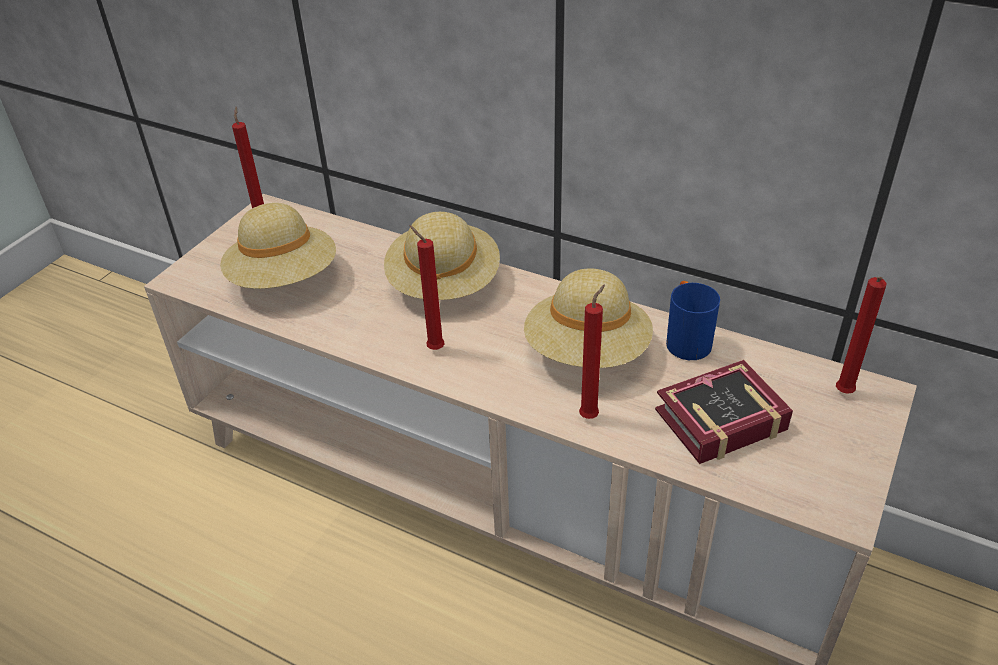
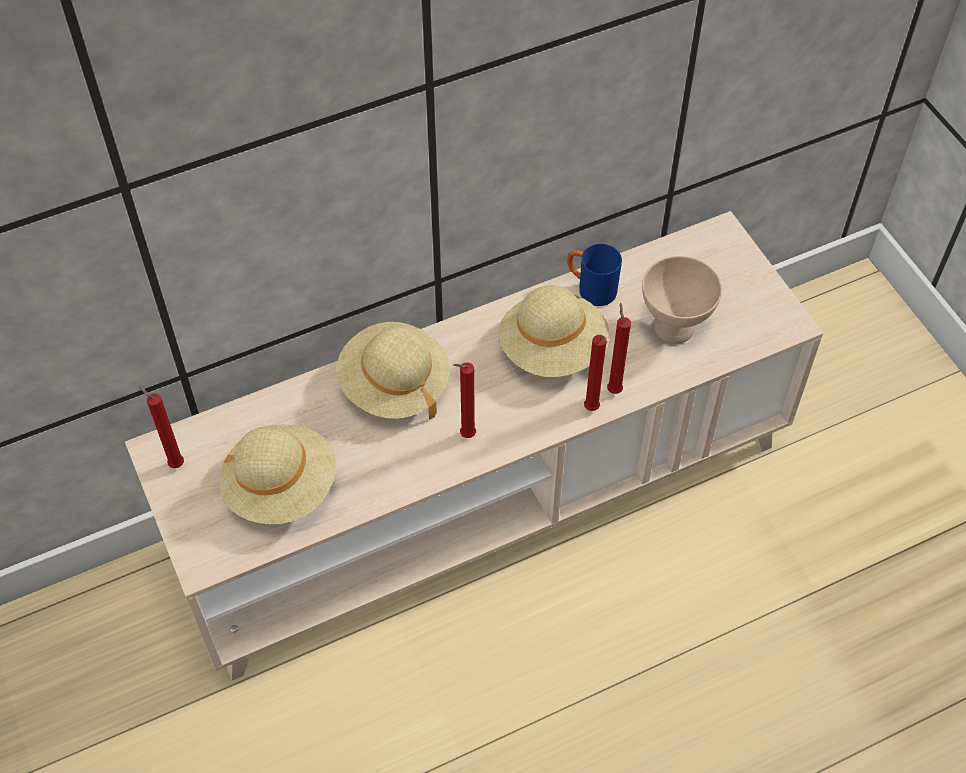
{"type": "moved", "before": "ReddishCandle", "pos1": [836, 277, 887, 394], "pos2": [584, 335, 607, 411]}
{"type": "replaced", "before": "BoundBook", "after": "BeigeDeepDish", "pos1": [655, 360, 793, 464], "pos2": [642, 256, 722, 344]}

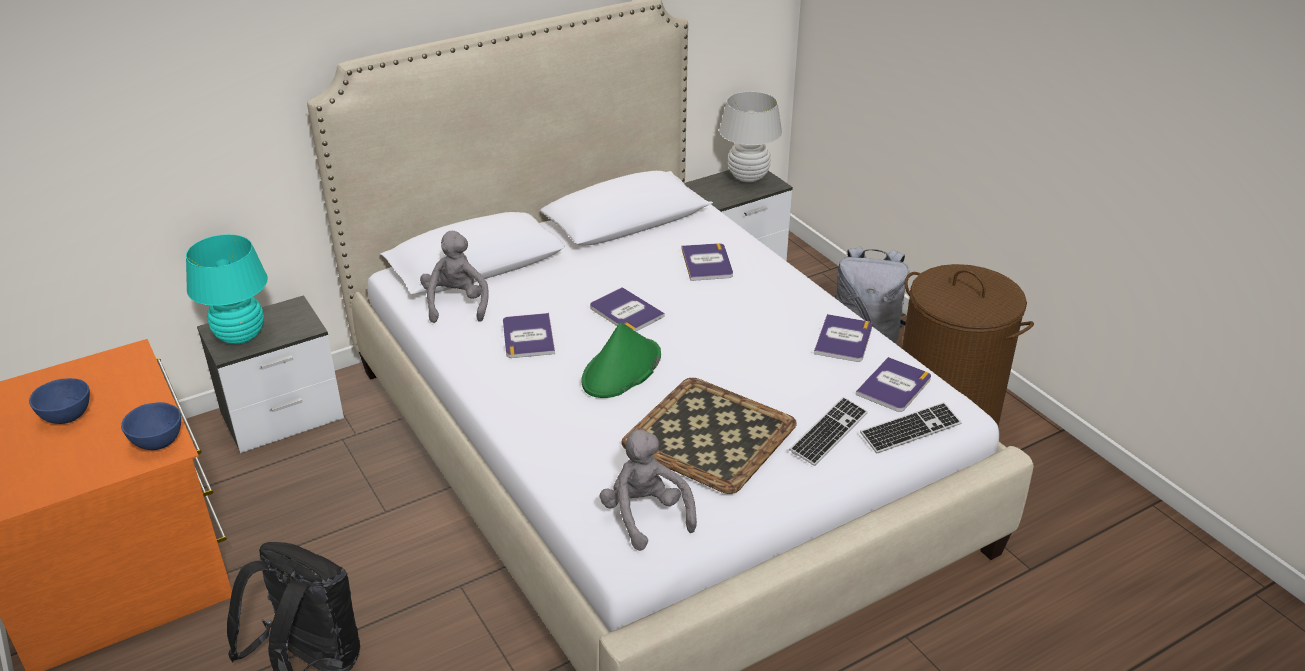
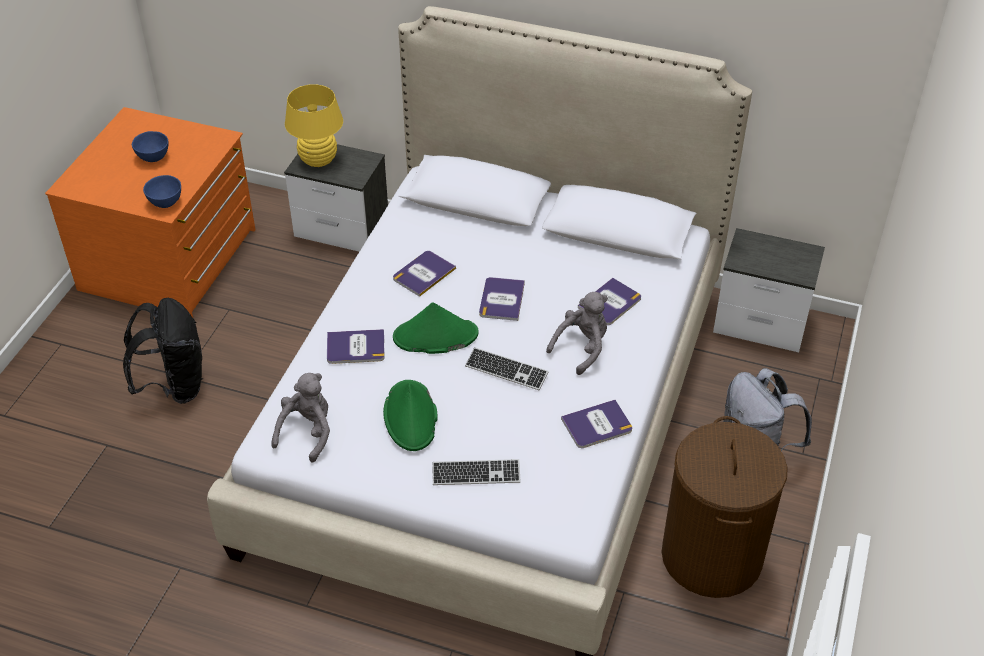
{"type": "recoloured", "before": "TurquoiseLampForATable", "after": "YellowColouredLampForATable", "pos1": [186, 234, 268, 344], "pos2": [285, 84, 343, 167]}
{"type": "moved", "before": "BoundBook", "pos1": [855, 357, 931, 412], "pos2": [327, 329, 385, 364]}
{"type": "replaced", "before": "CarryingTray", "after": "GreenColouredHat", "pos1": [622, 378, 797, 494], "pos2": [383, 380, 438, 451]}
{"type": "moved", "before": "PcKeyboard", "pos1": [860, 402, 962, 453], "pos2": [465, 347, 548, 390]}
{"type": "moved", "before": "GraySoftToy", "pos1": [420, 231, 489, 323], "pos2": [546, 292, 608, 375]}
{"type": "removed", "before": "WhitishLampForATable", "pos1": [719, 92, 782, 183]}

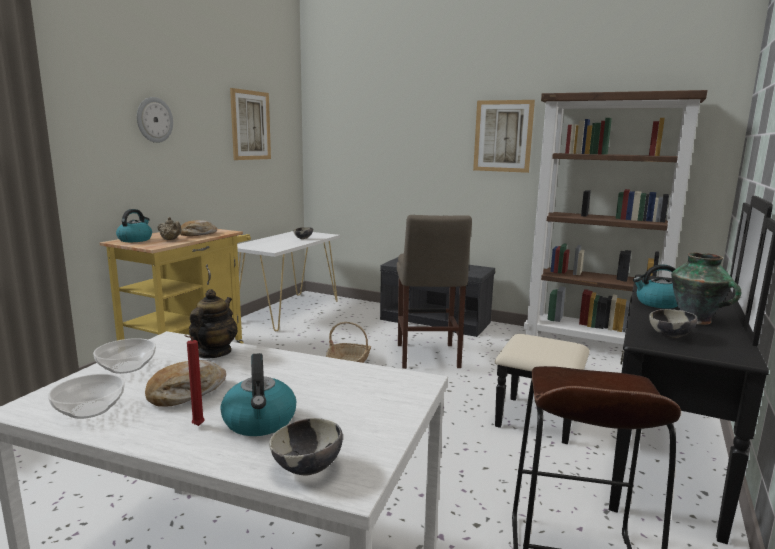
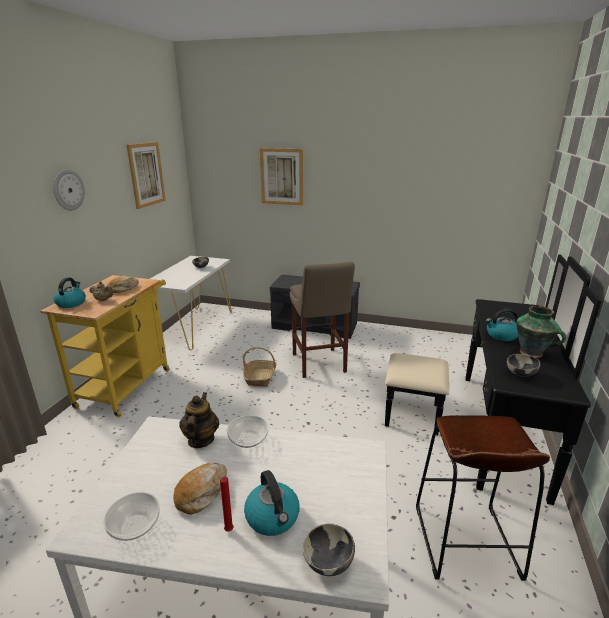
{"type": "moved", "before": "DeepDish", "pos1": [93, 338, 156, 374], "pos2": [227, 415, 269, 448]}
{"type": "moved", "before": "WallArt", "pos1": [473, 100, 535, 173], "pos2": [260, 148, 303, 206]}
{"type": "removed", "before": "BrownShelvingUnit", "pos1": [524, 90, 707, 345]}

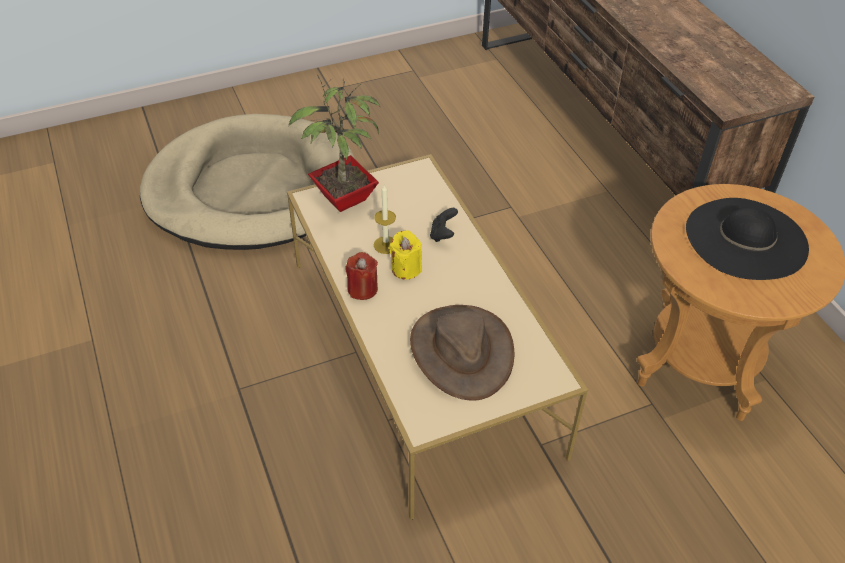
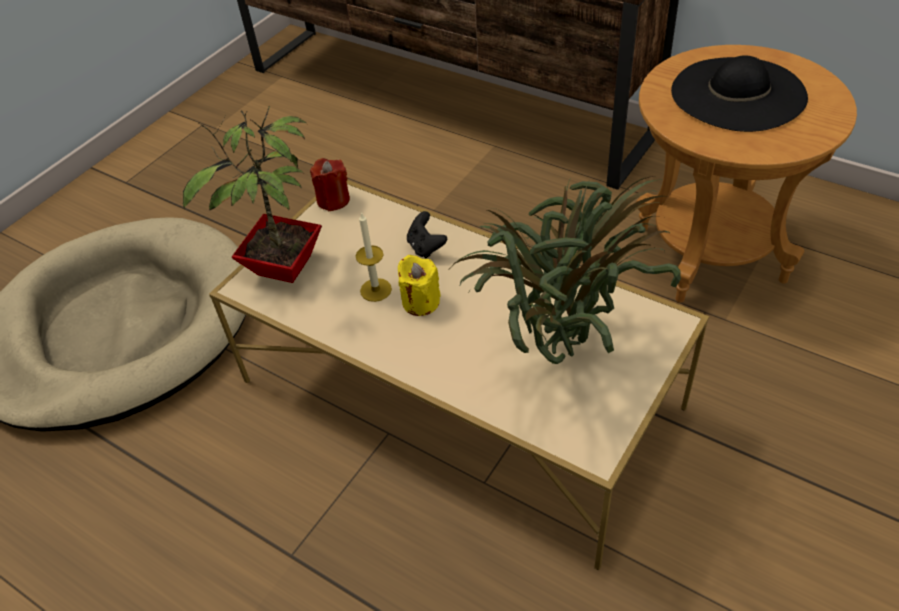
{"type": "moved", "before": "ReddishCandle", "pos1": [345, 252, 378, 300], "pos2": [310, 158, 350, 211]}
{"type": "replaced", "before": "BrownHat", "after": "Houseplant", "pos1": [410, 305, 514, 401], "pos2": [449, 176, 681, 364]}

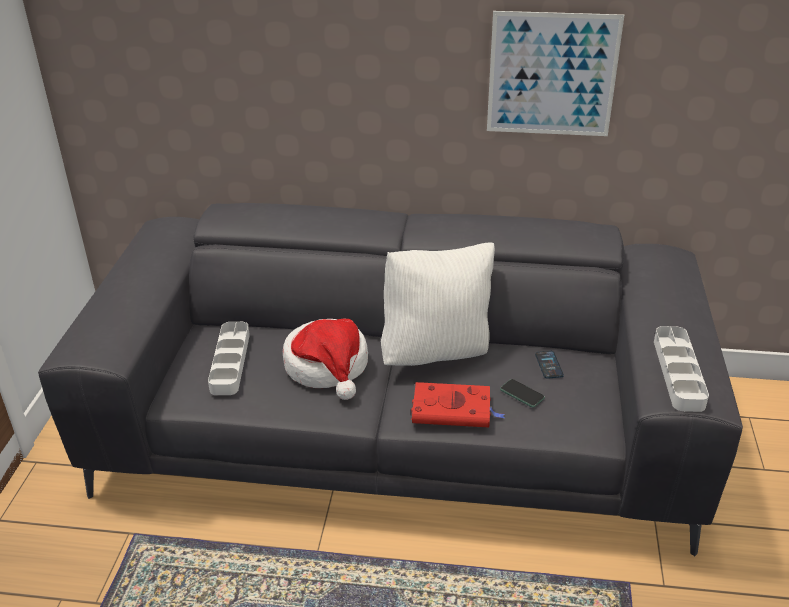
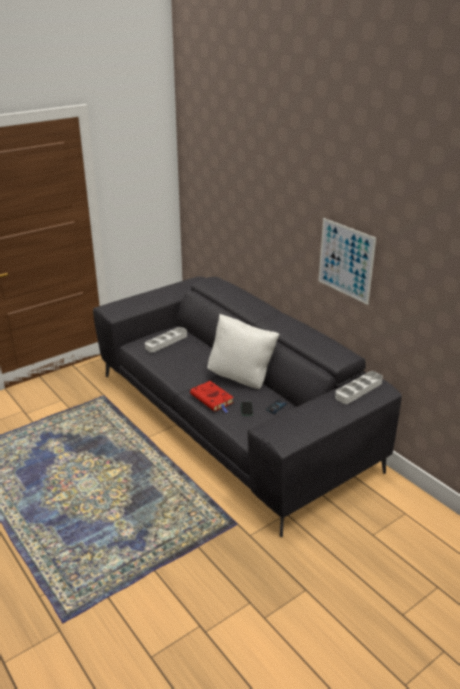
{"type": "moved", "before": "GrayCarryingTray", "pos1": [654, 326, 709, 412], "pos2": [335, 371, 383, 404]}
{"type": "removed", "before": "Hat", "pos1": [283, 319, 368, 400]}

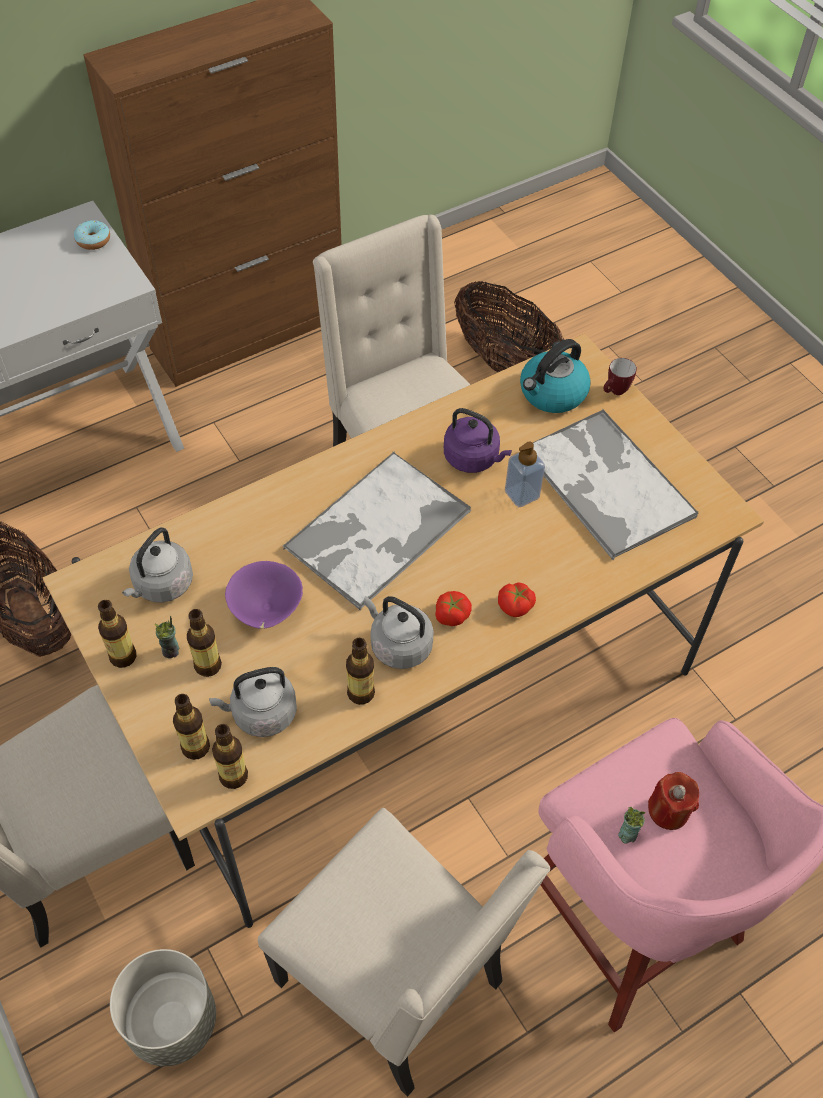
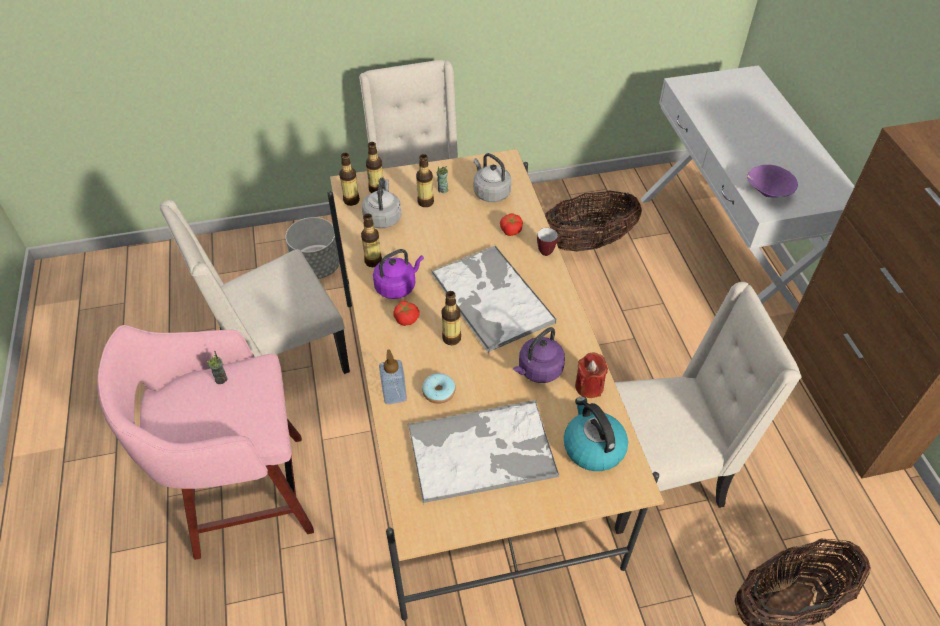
{"type": "recoloured", "before": "GrayKettle", "after": "PurpleColouredKettle", "pos1": [363, 596, 434, 669], "pos2": [373, 249, 424, 299]}
{"type": "moved", "before": "SoapDispenser", "pos1": [505, 442, 545, 507], "pos2": [379, 349, 407, 405]}
{"type": "moved", "before": "Doughnut", "pos1": [74, 220, 110, 250], "pos2": [422, 373, 456, 404]}
{"type": "moved", "before": "BeverageBottle", "pos1": [98, 600, 136, 668], "pos2": [441, 291, 461, 345]}
{"type": "moved", "before": "Tomato", "pos1": [498, 582, 536, 617], "pos2": [500, 214, 523, 236]}
{"type": "moved", "before": "CoffeeMug", "pos1": [603, 358, 637, 395], "pos2": [537, 228, 558, 256]}
{"type": "moved", "before": "ReddishCandle", "pos1": [648, 772, 699, 830], "pos2": [575, 353, 608, 398]}
{"type": "moved", "before": "PurpleColouredDeepDish", "pos1": [225, 561, 303, 629], "pos2": [747, 165, 798, 198]}

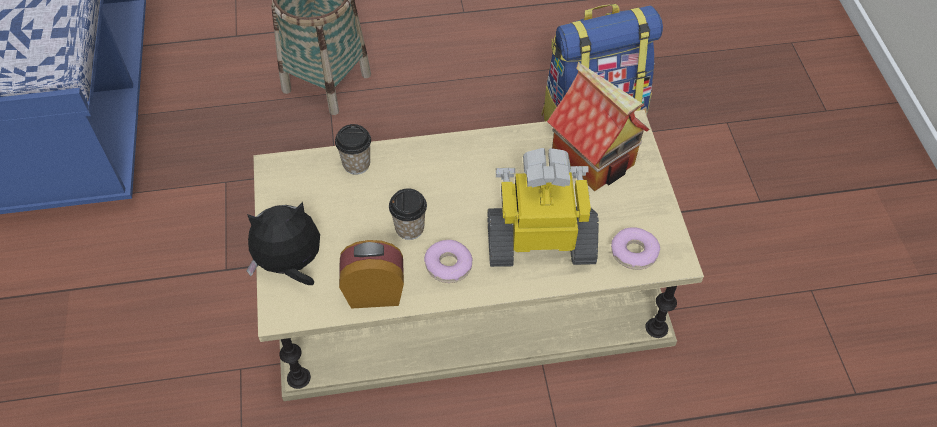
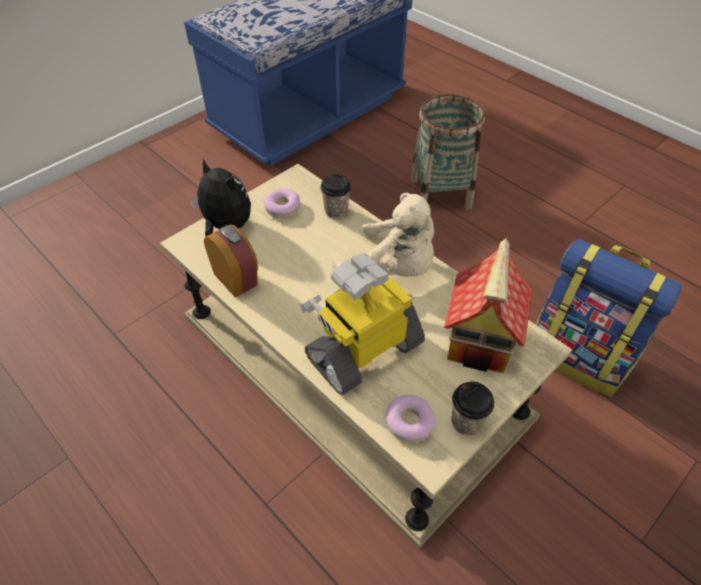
{"type": "moved", "before": "Doughnut", "pos1": [424, 240, 472, 283], "pos2": [264, 189, 300, 218]}
{"type": "turned", "before": "RobotFigure", "pos1": [487, 148, 599, 267], "pos2": [300, 253, 425, 395], "turn": -90}
{"type": "added", "after": "BeigeSoftToy", "pos2": [333, 193, 434, 277]}
{"type": "moved", "before": "Cup", "pos1": [389, 188, 427, 240], "pos2": [451, 382, 494, 436]}

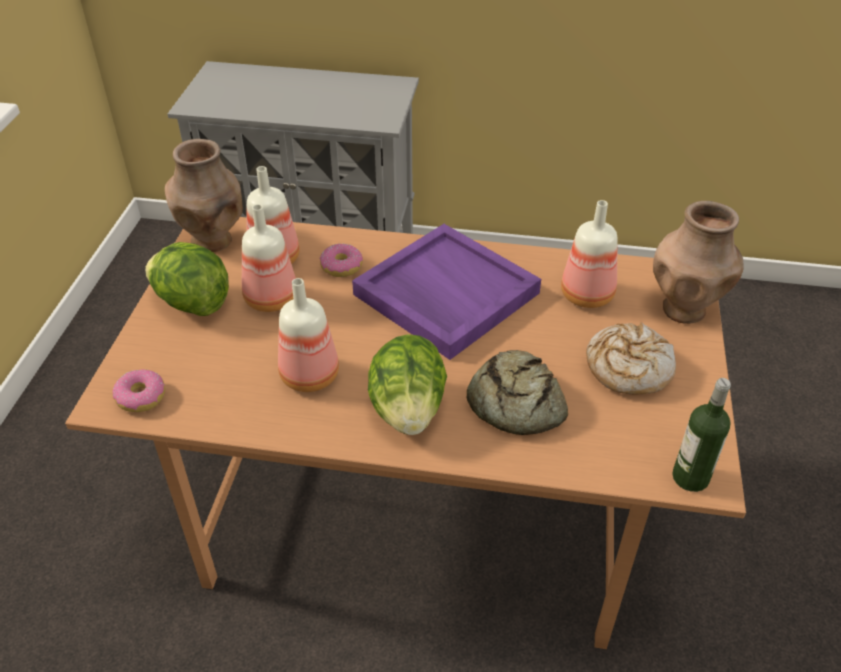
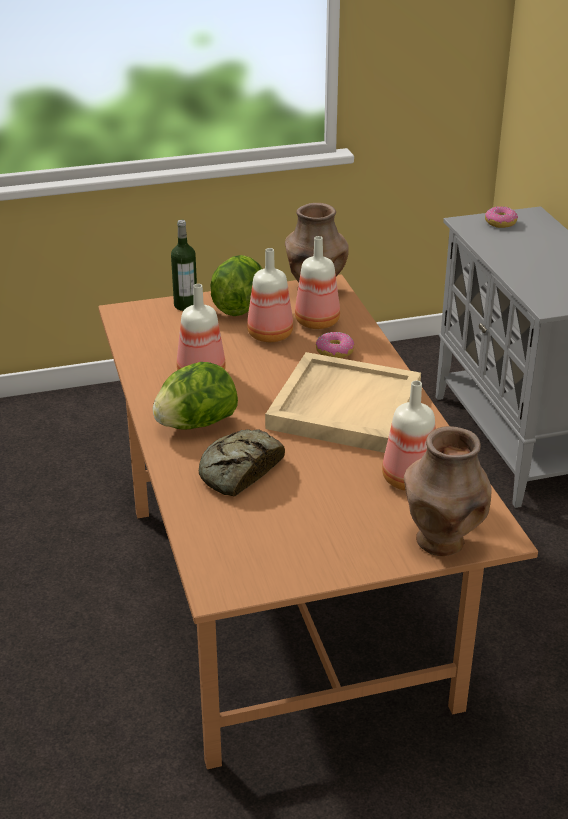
{"type": "moved", "before": "BeverageBottle", "pos1": [672, 378, 731, 492], "pos2": [171, 220, 197, 311]}
{"type": "recoloured", "before": "PurpleColouredCarryingTray", "after": "BeigeCarryingTray", "pos1": [352, 224, 541, 360], "pos2": [265, 352, 421, 453]}
{"type": "moved", "before": "Doughnut", "pos1": [113, 369, 165, 412], "pos2": [485, 206, 518, 228]}
{"type": "removed", "before": "BakedBread", "pos1": [586, 322, 676, 395]}

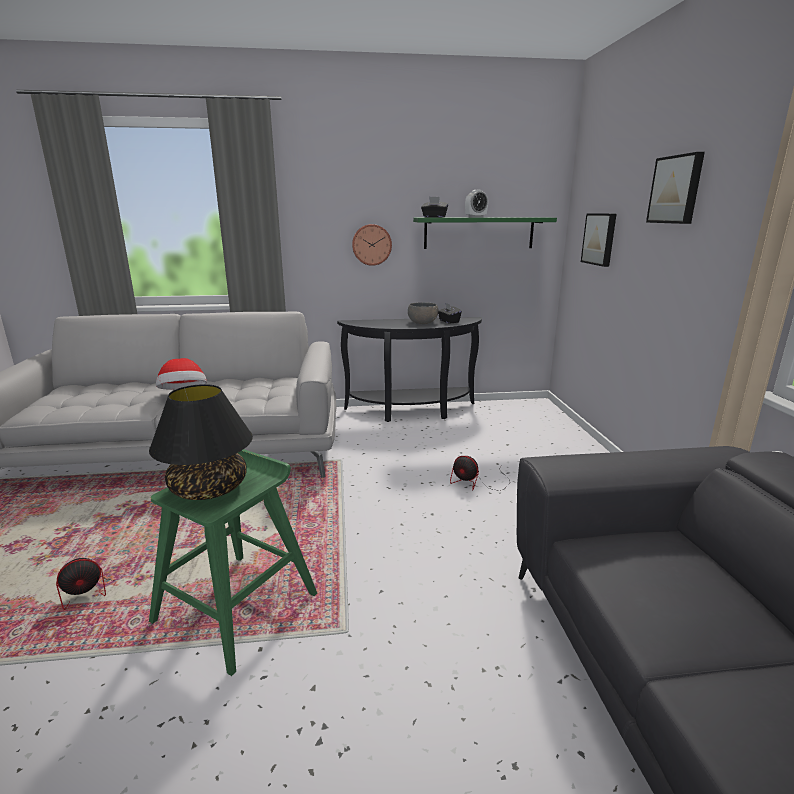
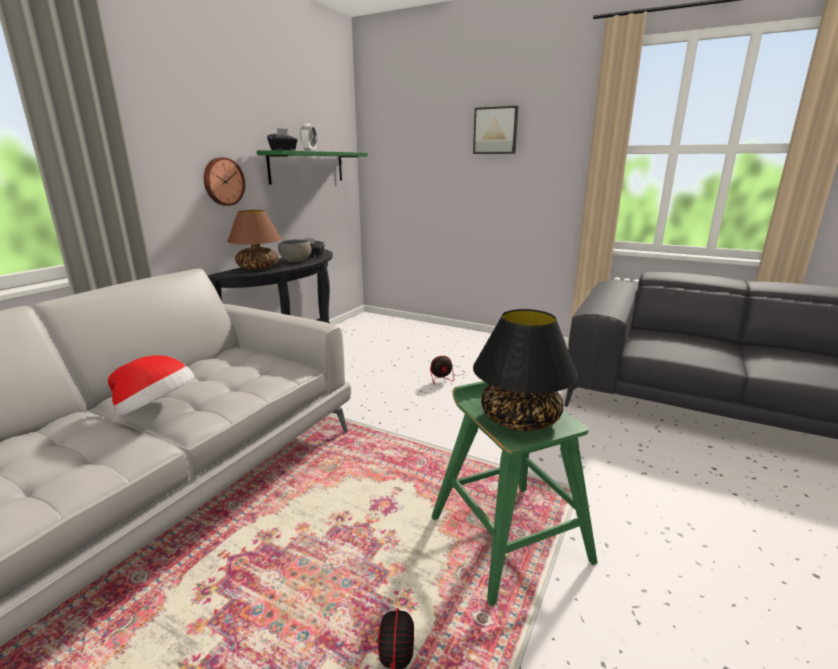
{"type": "added", "after": "BrownLampForATable", "pos2": [227, 210, 282, 270]}
{"type": "removed", "before": "WallArt", "pos1": [581, 213, 616, 267]}

